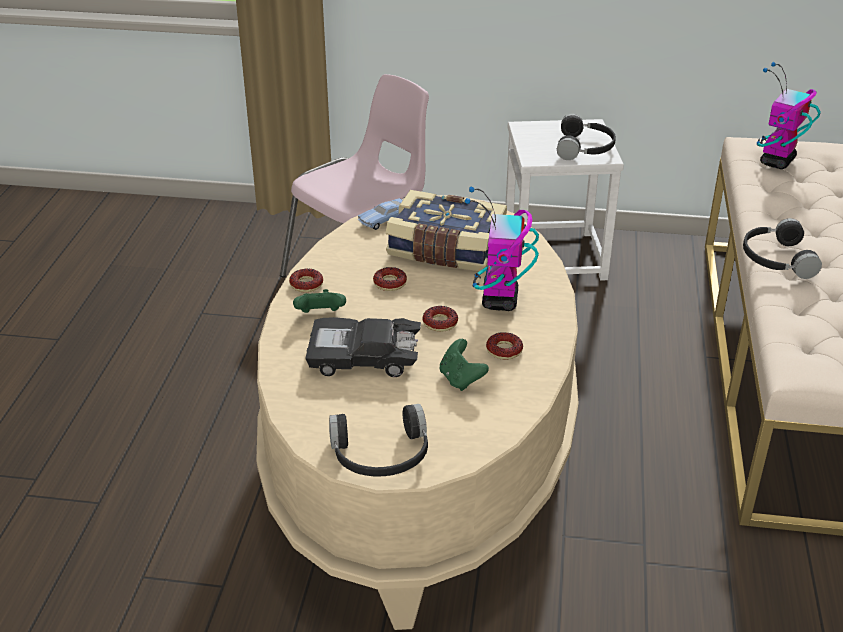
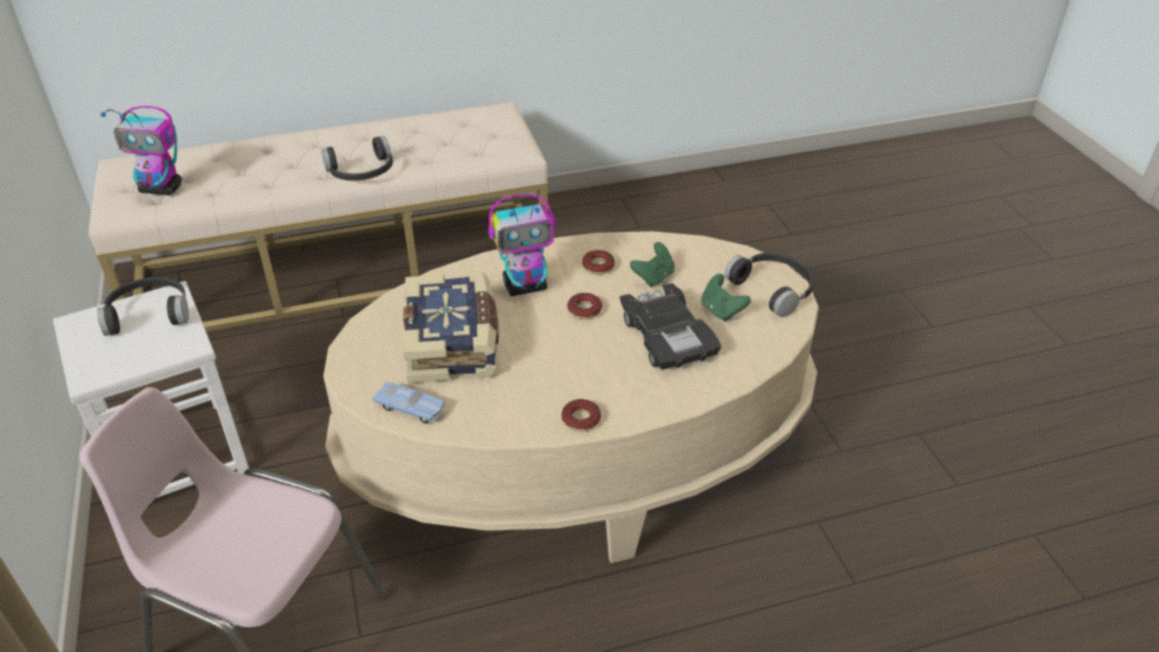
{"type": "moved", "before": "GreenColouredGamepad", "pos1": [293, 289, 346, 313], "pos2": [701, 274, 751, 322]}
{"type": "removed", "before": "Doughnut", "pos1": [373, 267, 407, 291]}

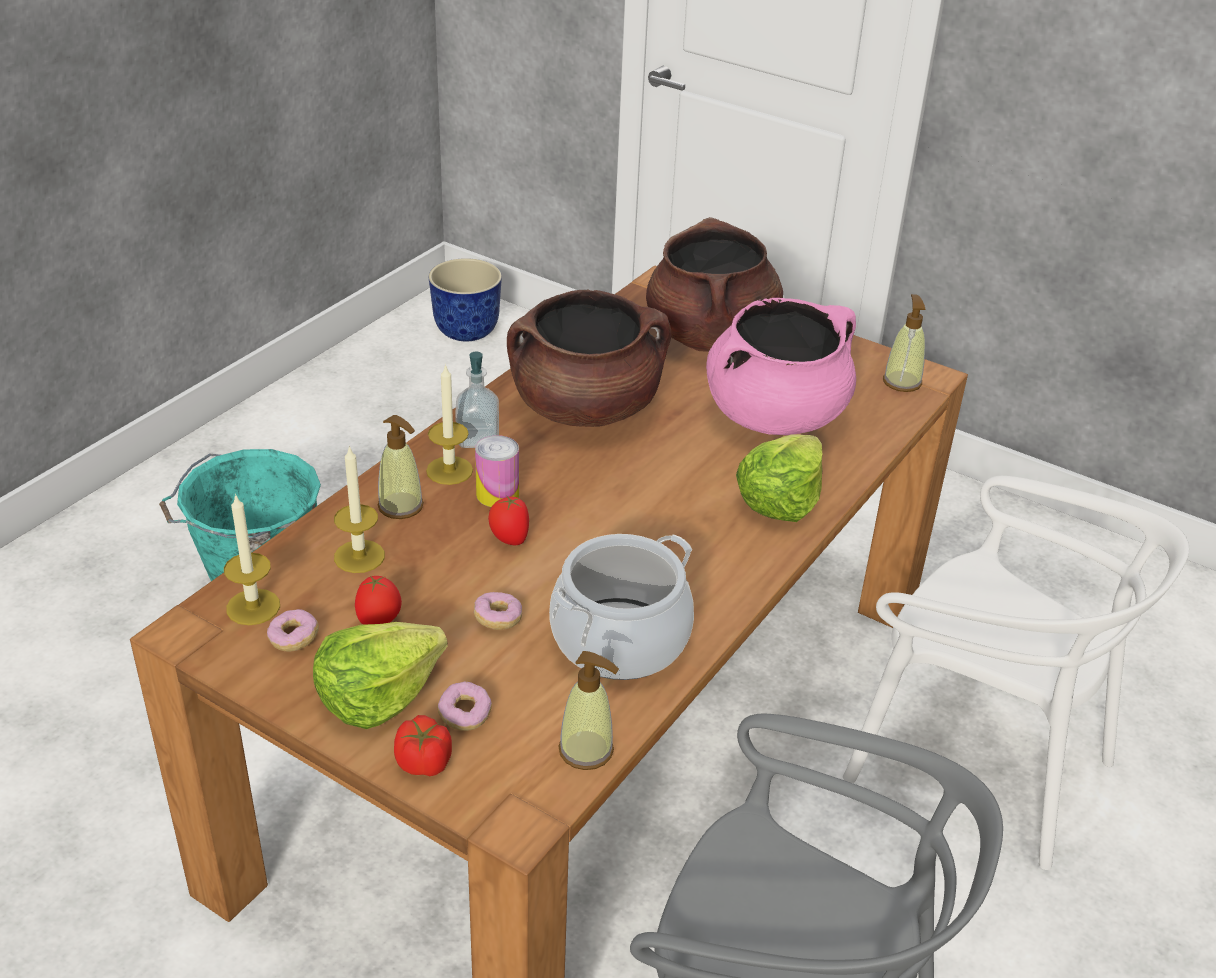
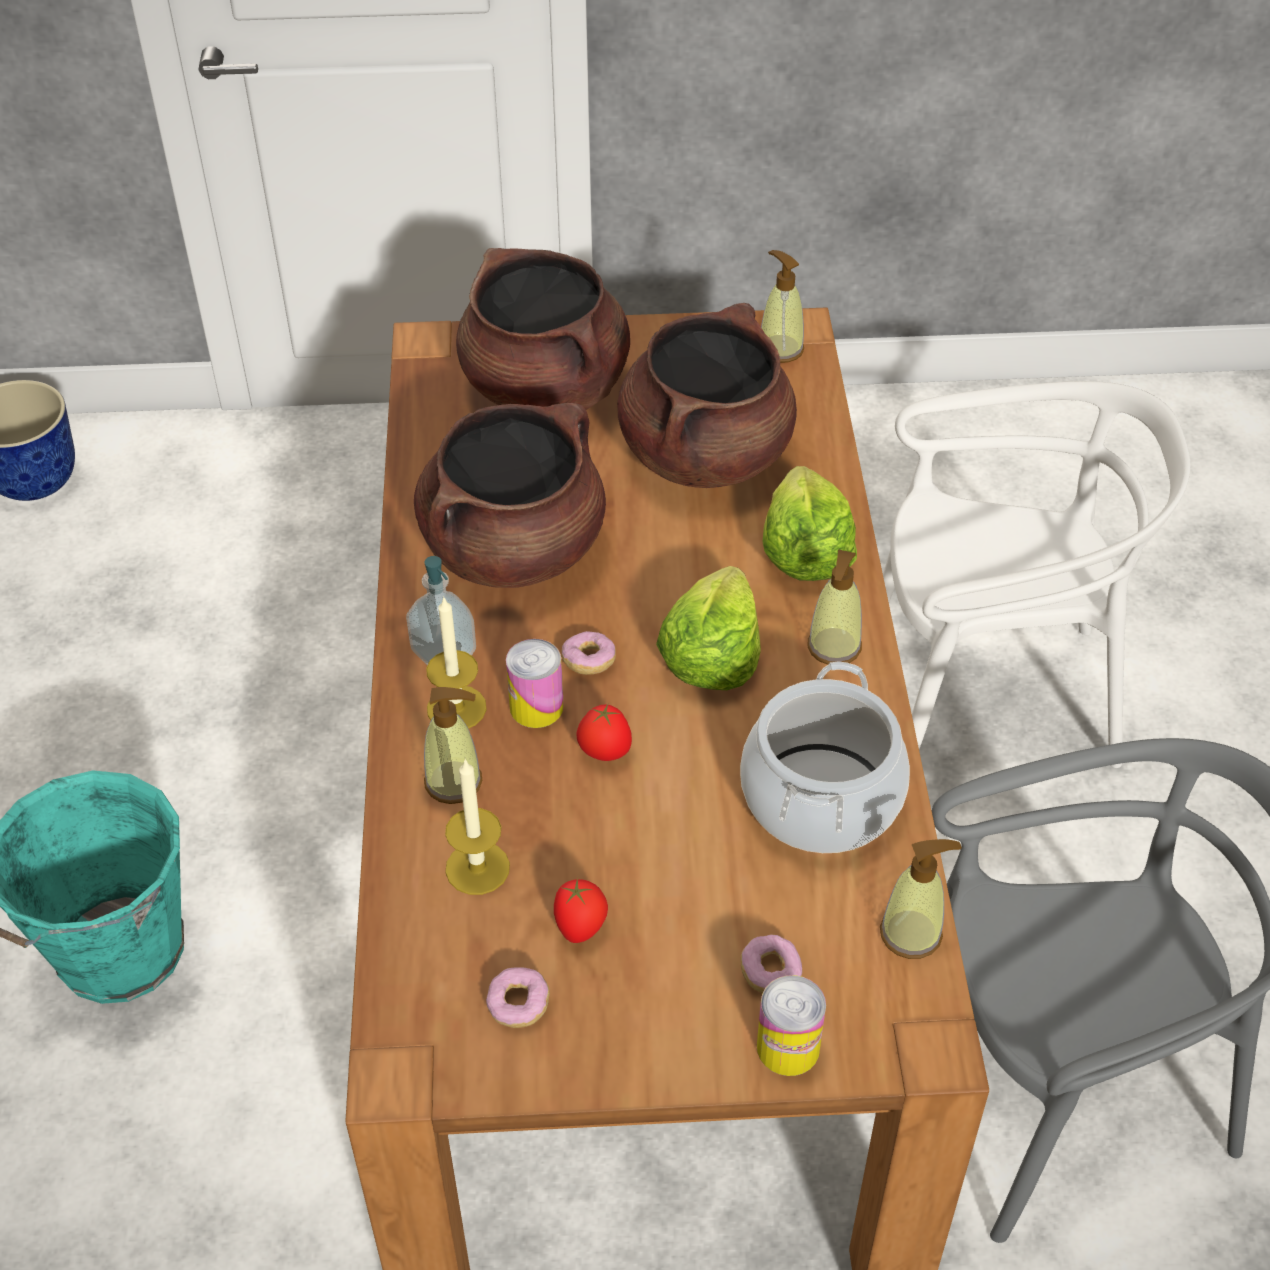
{"type": "moved", "before": "Doughnut", "pos1": [474, 592, 522, 630], "pos2": [562, 631, 616, 675]}
{"type": "recoloured", "before": "PinkColouredStockpot", "after": "BrownStockpot", "pos1": [706, 298, 856, 435], "pos2": [617, 303, 797, 488]}
{"type": "moved", "before": "HeadOfLettuce", "pos1": [313, 622, 448, 729], "pos2": [656, 566, 761, 690]}
{"type": "replaced", "before": "Tomato", "after": "Can", "pos1": [394, 715, 452, 776], "pos2": [757, 975, 826, 1076]}
{"type": "added", "after": "SoapDispenser", "pos2": [807, 549, 862, 665]}
{"type": "removed", "before": "Candle", "pos1": [224, 494, 280, 625]}

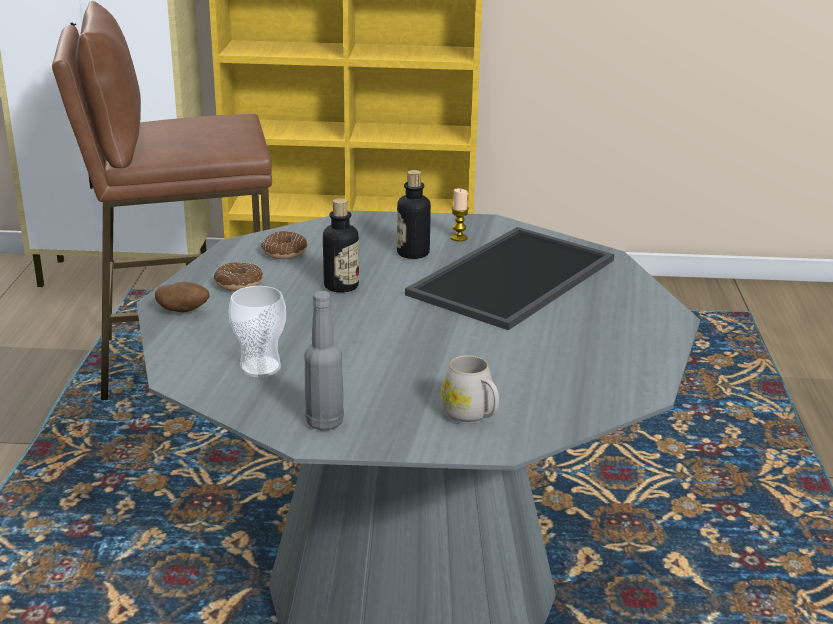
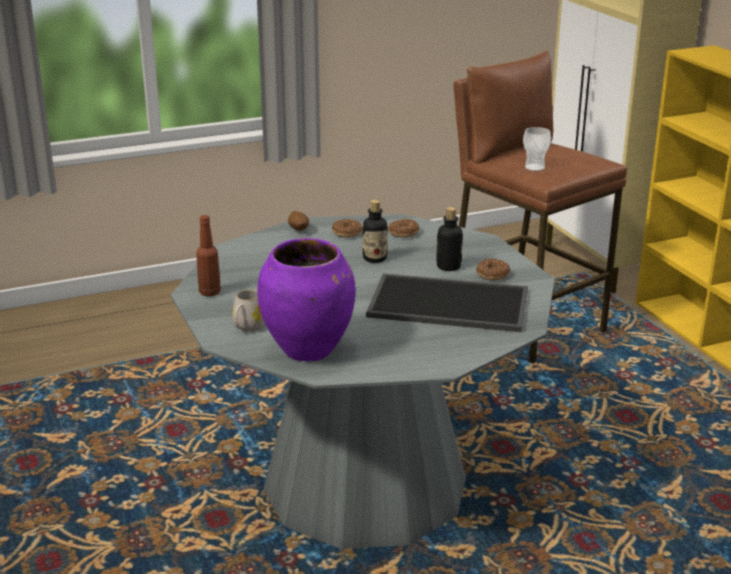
{"type": "recoloured", "before": "GrayBeverageBottle", "after": "BrownBeverageBottle", "pos1": [304, 291, 344, 430], "pos2": [196, 215, 221, 296]}
{"type": "added", "after": "PurpleColouredVase", "pos2": [257, 238, 356, 361]}
{"type": "replaced", "before": "Candle", "after": "Doughnut", "pos1": [451, 188, 469, 241], "pos2": [476, 259, 510, 280]}
{"type": "moved", "before": "Cup", "pos1": [228, 286, 286, 377], "pos2": [523, 127, 551, 171]}

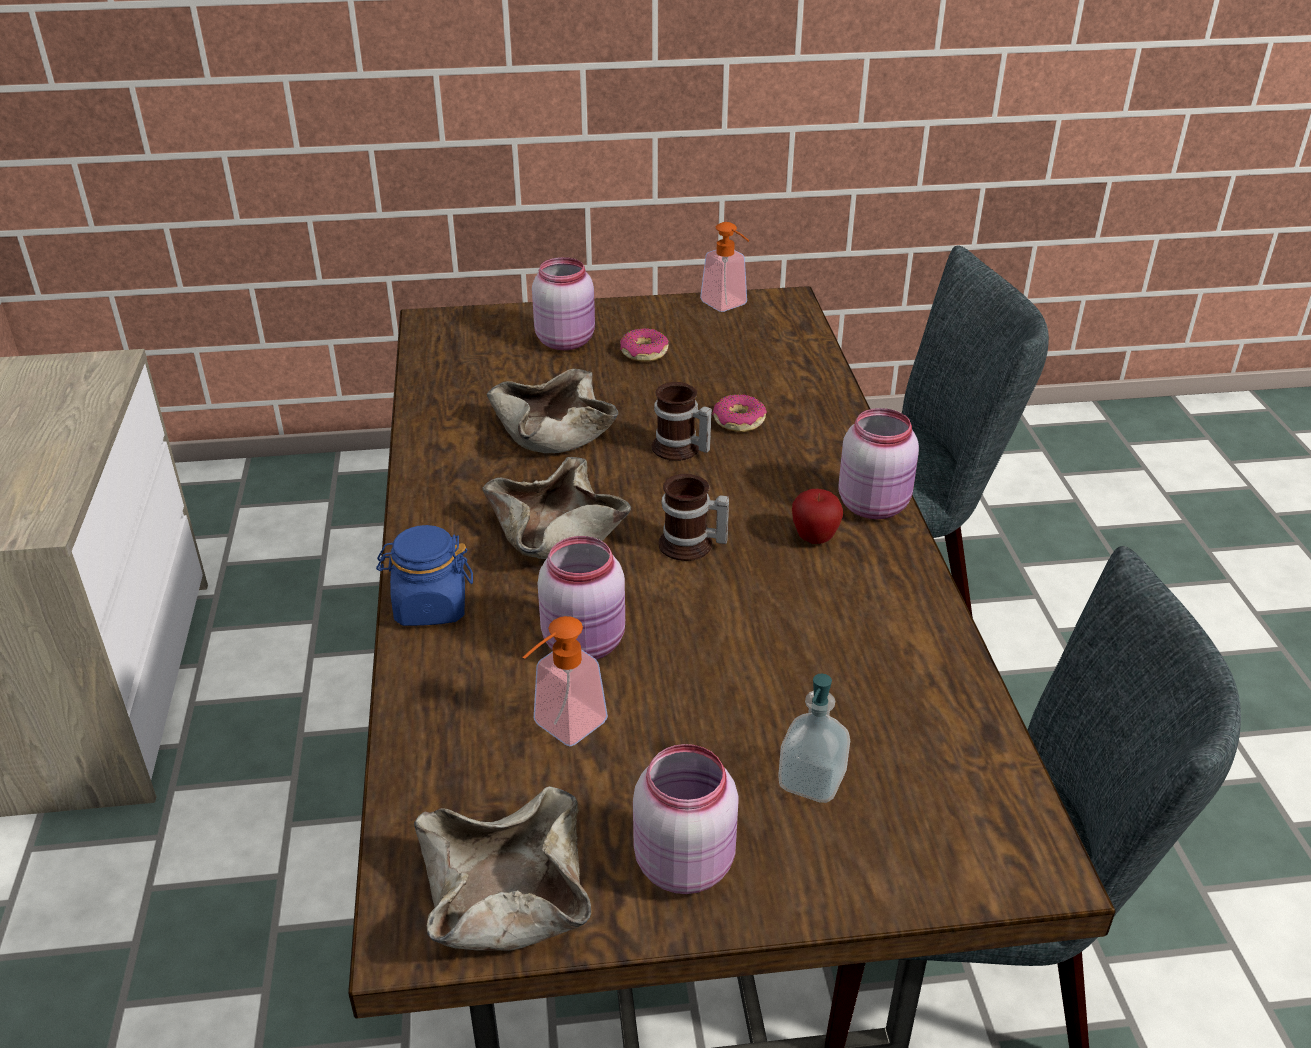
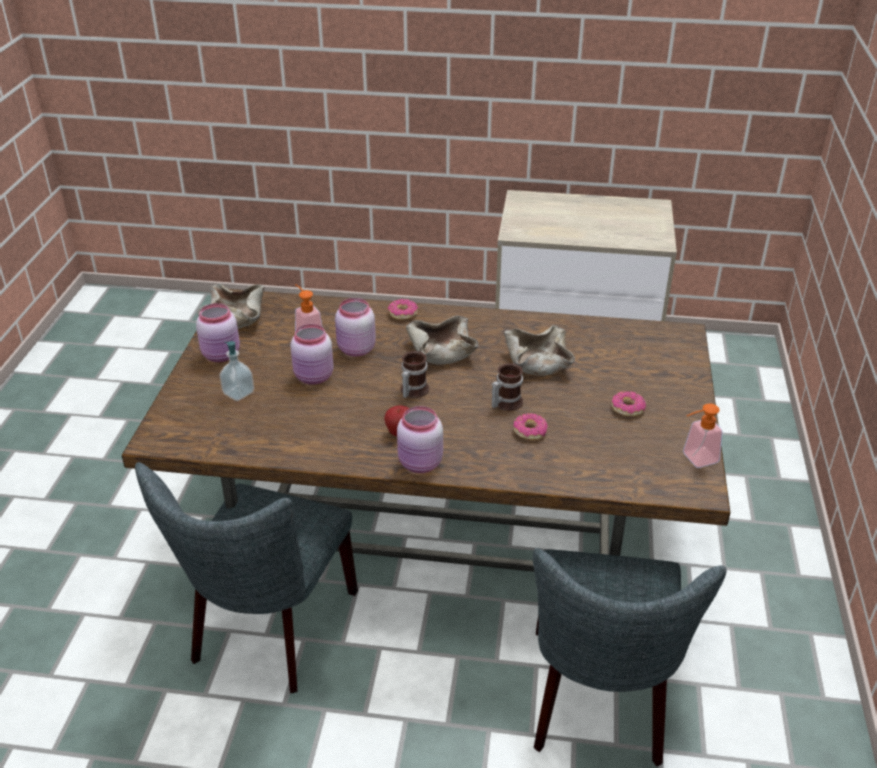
{"type": "moved", "before": "PinkColouredStorageJar", "pos1": [532, 257, 595, 350], "pos2": [291, 324, 334, 385]}
{"type": "replaced", "before": "BlueStorageJar", "after": "Doughnut", "pos1": [376, 525, 473, 626], "pos2": [388, 299, 418, 320]}

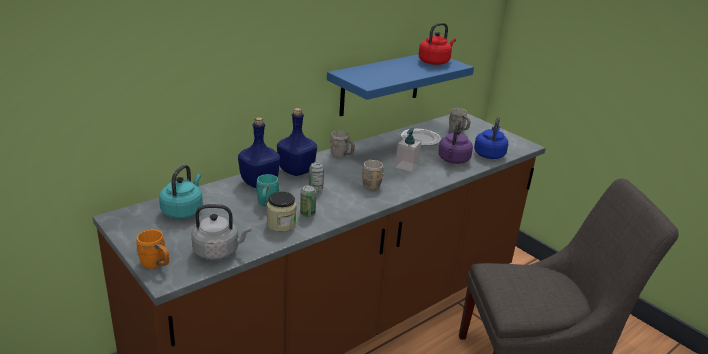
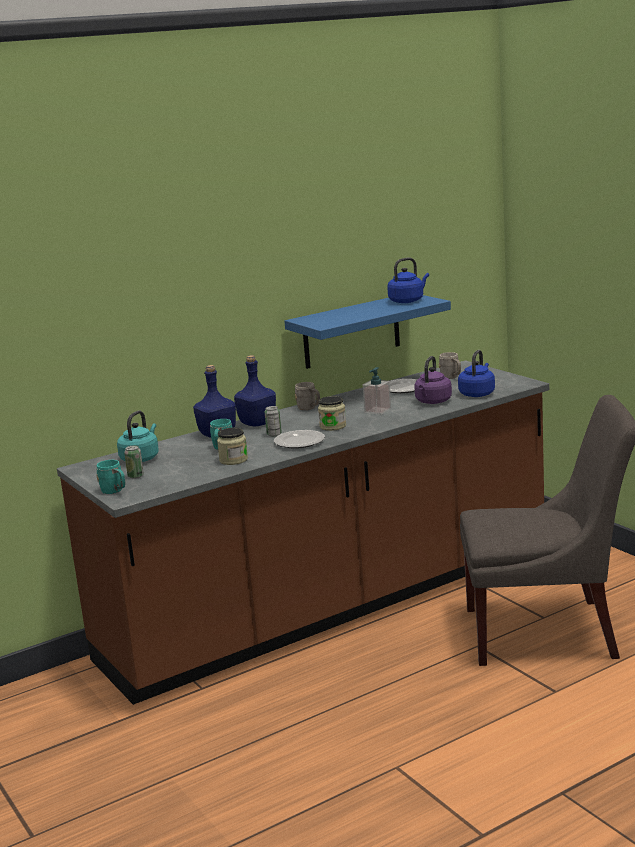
{"type": "recoloured", "before": "OrangeyCoffeeMug", "after": "TurquoiseCoffeeMug", "pos1": [136, 230, 169, 269], "pos2": [96, 460, 125, 494]}
{"type": "moved", "before": "Can", "pos1": [300, 185, 316, 217], "pos2": [124, 445, 144, 479]}
{"type": "added", "after": "Plate", "pos2": [274, 430, 325, 449]}
{"type": "replaced", "before": "GrayCoffeeMug", "after": "StorageJar", "pos1": [362, 159, 384, 190], "pos2": [318, 396, 346, 431]}
{"type": "recoloured", "before": "ReddishKettle", "after": "BlueKettle", "pos1": [419, 23, 456, 65], "pos2": [387, 257, 429, 303]}
{"type": "removed", "before": "GrayKettle", "pos1": [191, 204, 251, 260]}

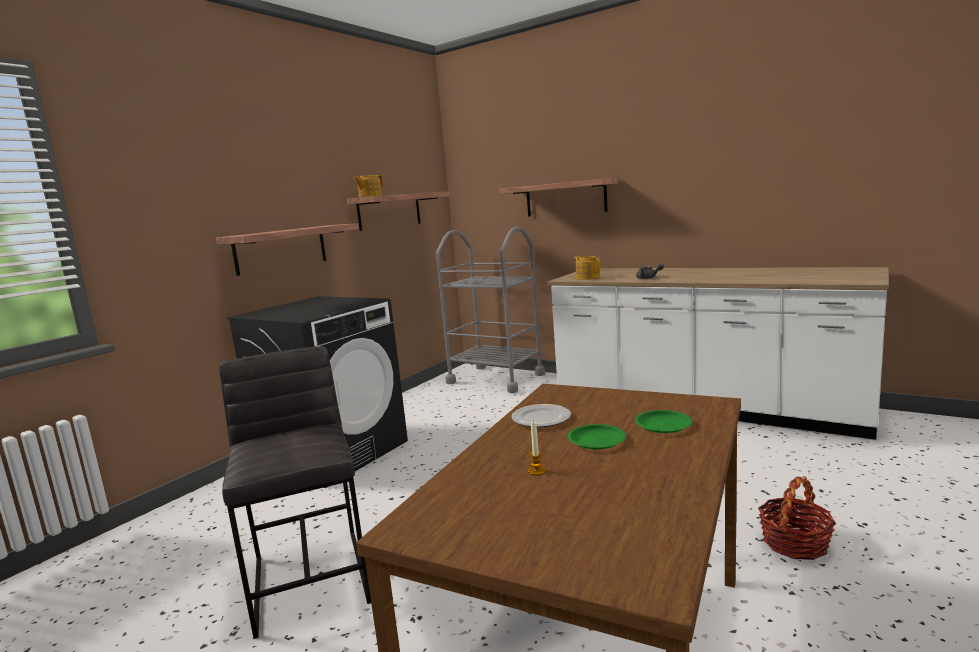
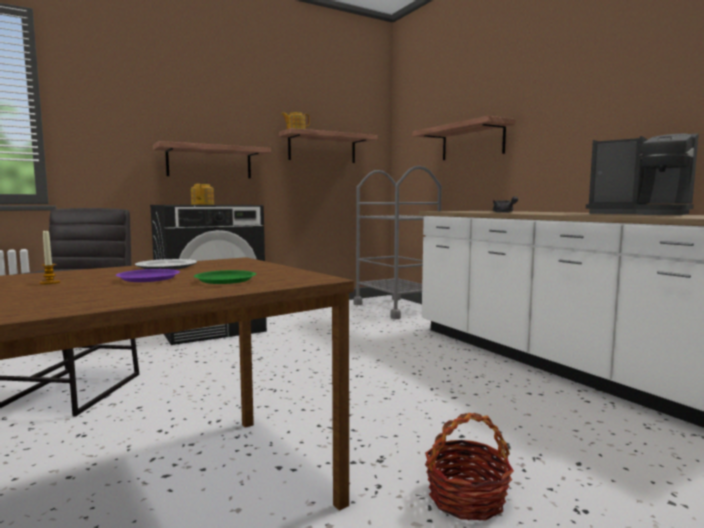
{"type": "recoloured", "before": "GreenColouredPlate", "after": "PurpleColouredPlate", "pos1": [568, 424, 626, 449], "pos2": [116, 269, 180, 282]}
{"type": "moved", "before": "PotForTea", "pos1": [574, 256, 600, 280], "pos2": [191, 184, 214, 205]}
{"type": "added", "after": "CoffeeBrewer", "pos2": [586, 133, 699, 215]}

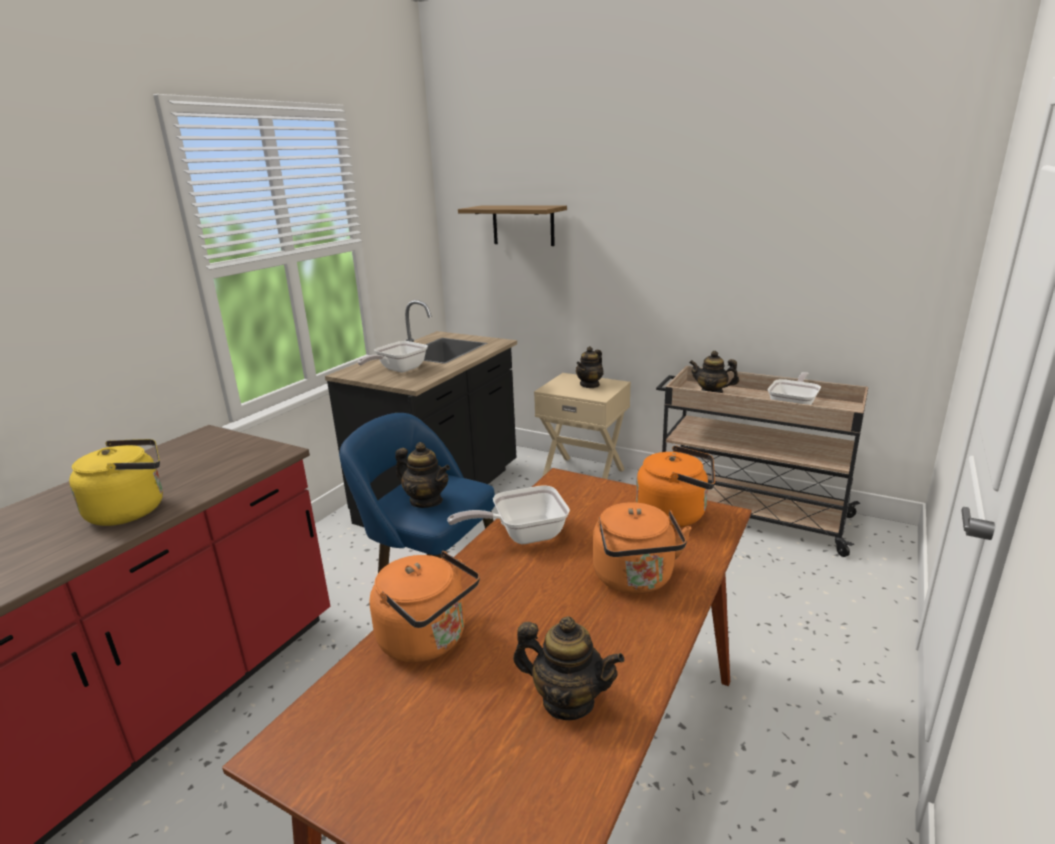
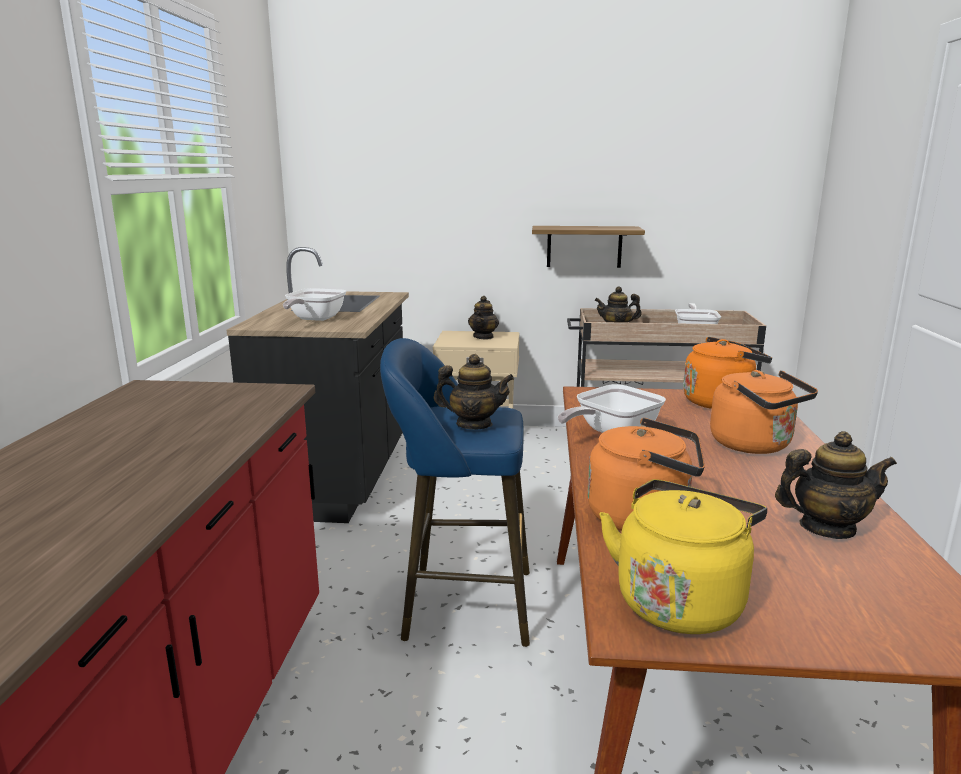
{"type": "moved", "before": "WallShelf", "pos1": [458, 205, 567, 246], "pos2": [532, 226, 645, 268]}
{"type": "moved", "before": "YellowColouredKettle", "pos1": [69, 439, 163, 526], "pos2": [599, 479, 767, 634]}

